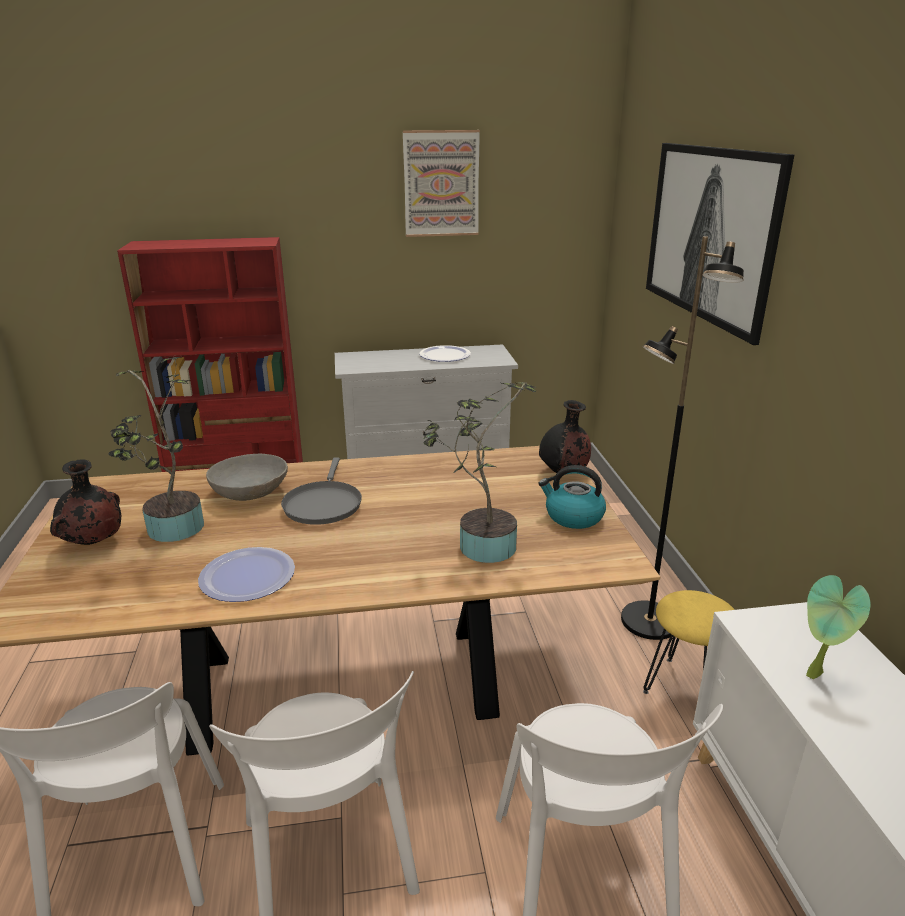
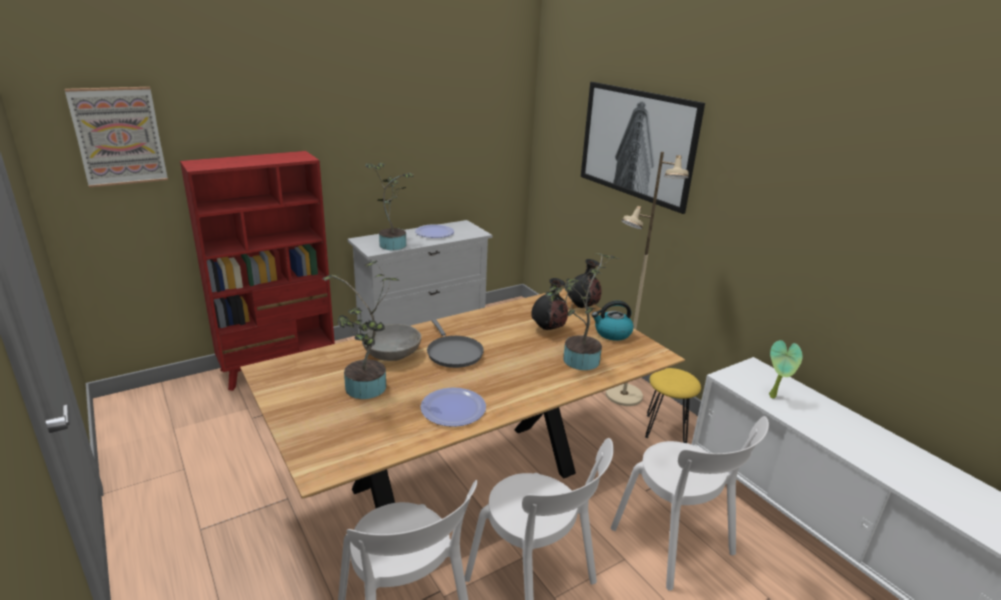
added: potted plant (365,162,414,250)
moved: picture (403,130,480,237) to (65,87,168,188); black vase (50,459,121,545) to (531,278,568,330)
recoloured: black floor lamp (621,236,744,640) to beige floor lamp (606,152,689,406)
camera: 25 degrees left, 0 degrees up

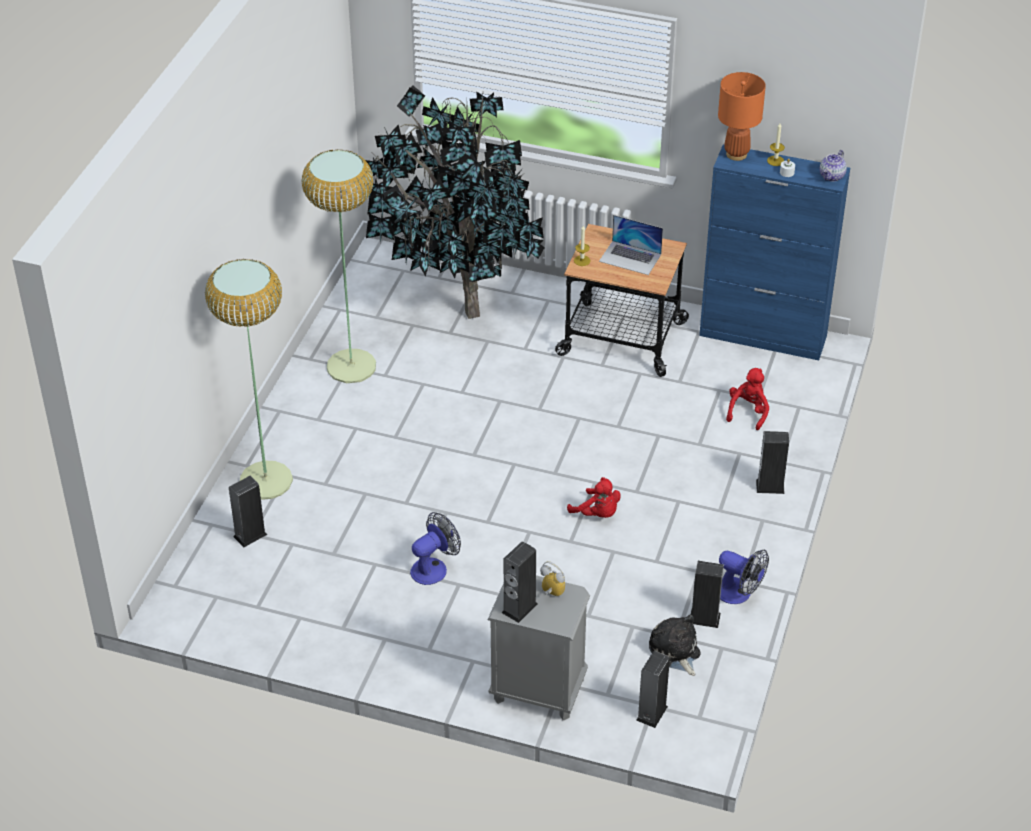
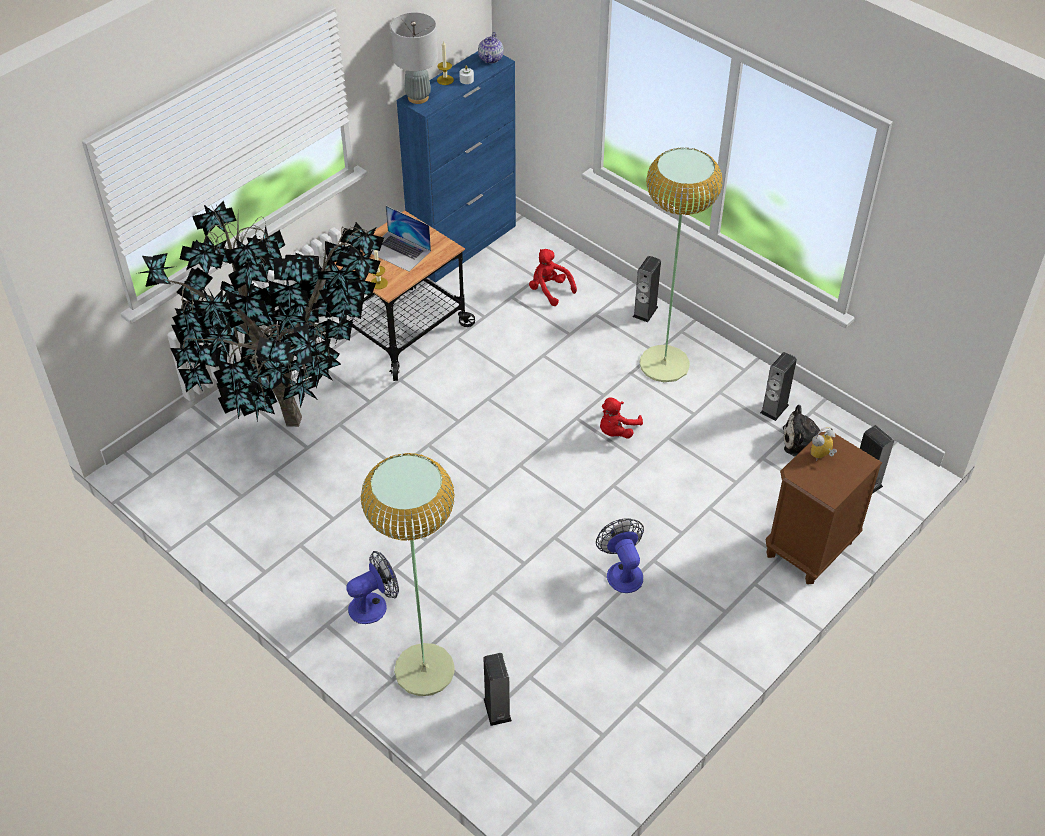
removed: speaker (502,541,538,623)
moved: floor lamp (301,149,376,383) to (639,147,723,382); fan (719,550,769,604) to (346,551,399,624)
recoloured: orange table lamp (718,72,766,161) to grey table lamp (391,13,438,104); grey nightstand (488,575,590,721) to brown nightstand (766,432,882,584)
turned: teapot (820,150,847,182) = (478,32,504,63) 45 degrees clockwise; laptop (599,215,663,275) = (371,206,431,272) 75 degrees clockwise; red plush toy (567,477,621,518) = (600,397,643,438) 150 degrees clockwise
camera: 65 degrees left, 5 degrees up

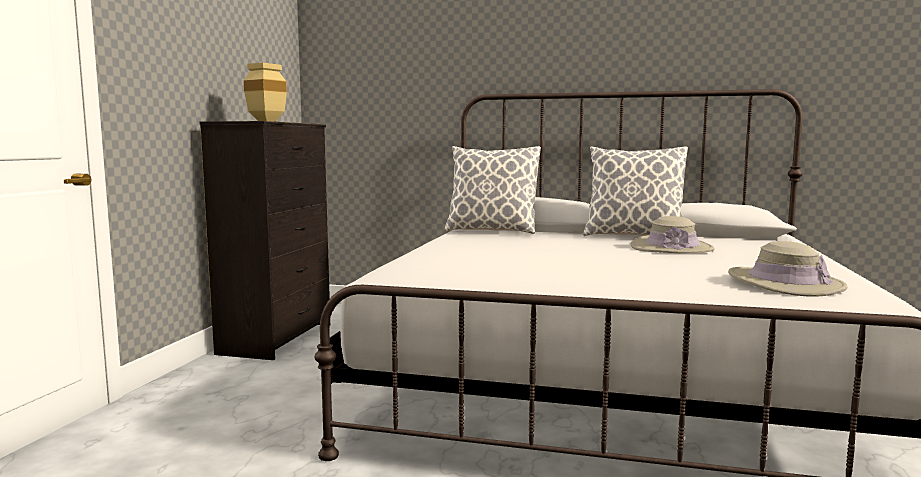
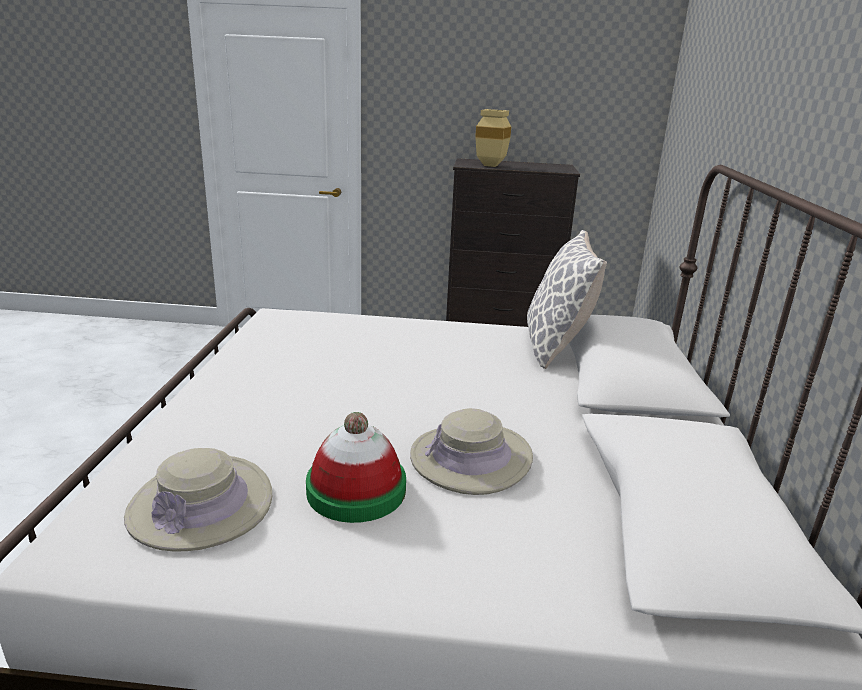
removed: pillow (583,146,688,236)
added: hat (306,412,406,523)
camera: 80 degrees right, 15 degrees up

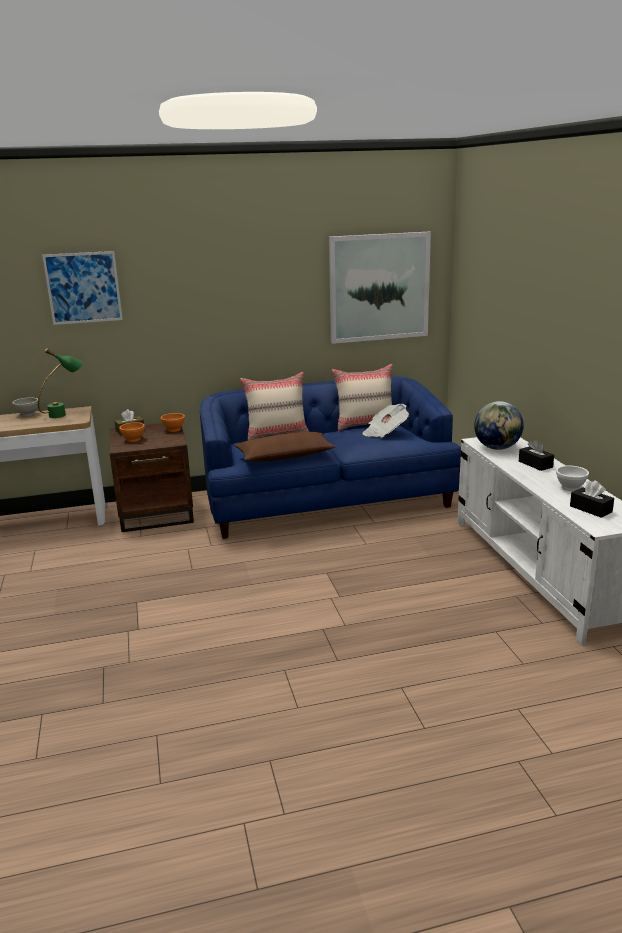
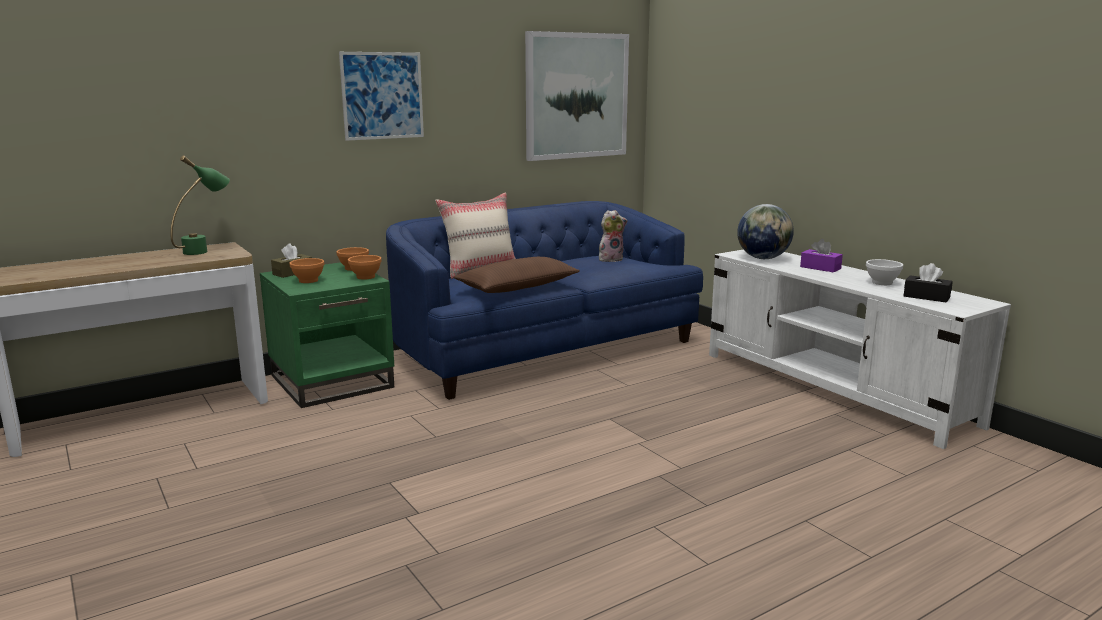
removed: beige pillow (332,364,392,431); white bowl (12,397,38,417)
added: orange bowl (348,255,382,279)
moved: picture (42,251,123,325) to (339,52,424,141)
replaced: newspaper (362,404,409,437) to plush toy (599,210,628,262)
recoloured: brown side table (110,423,194,532) to green side table (260,262,394,408); black tissue box (519,440,554,471) to purple tissue box (800,239,843,272)
camera: 20 degrees left, 5 degrees down

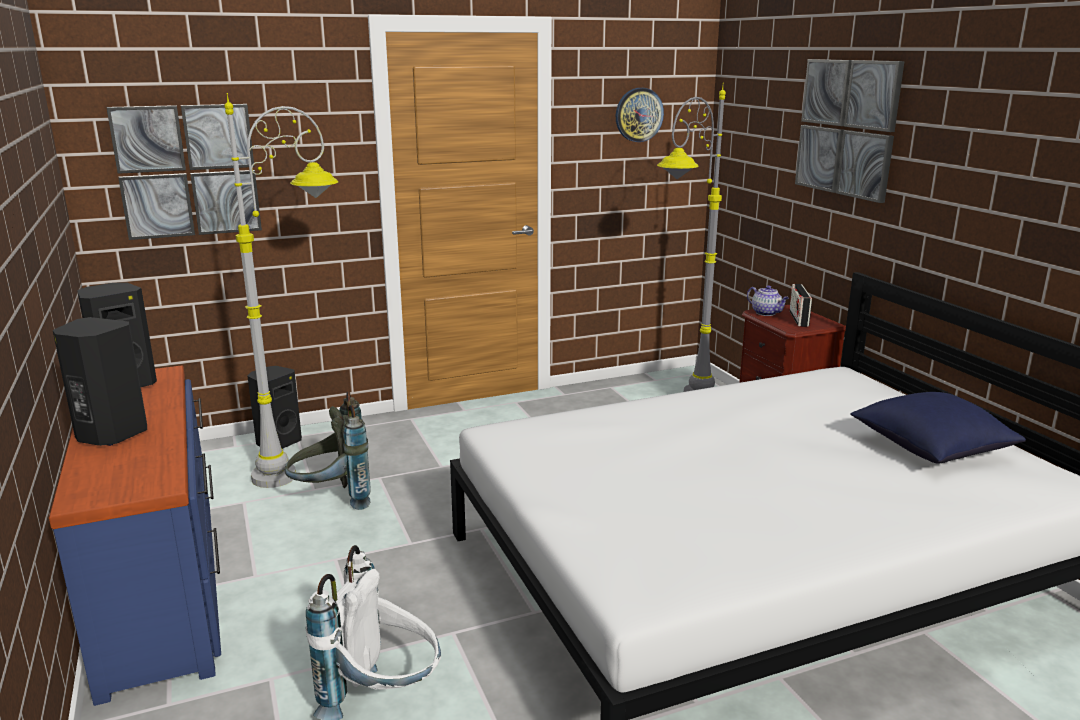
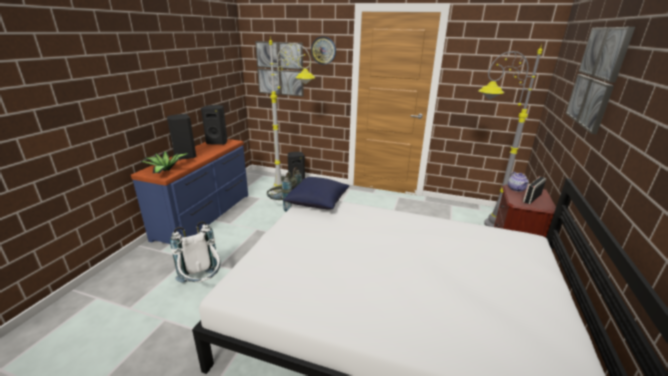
added: potted plant (141,152,189,173)
moved: wall clock (616,88,664,142) to (311,36,336,65); blue pillow (850,392,1026,464) to (283,177,349,209)
camera: 40 degrees right, 5 degrees up

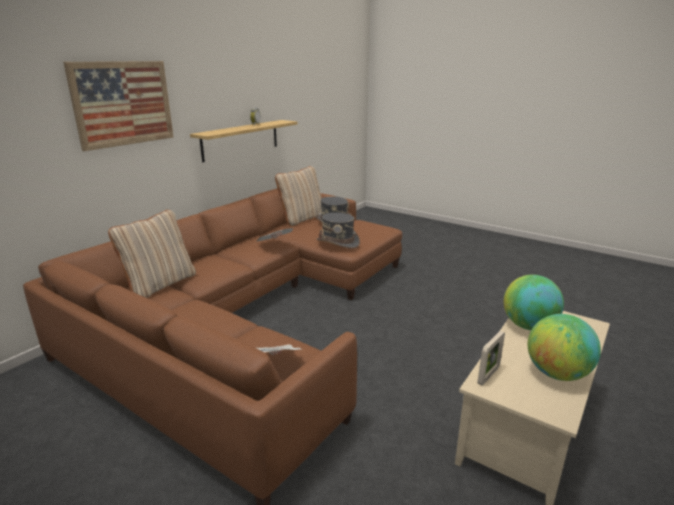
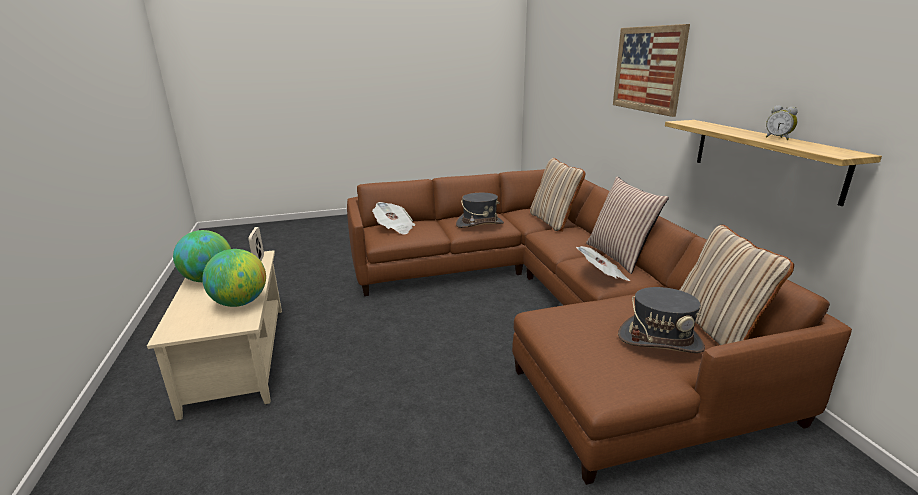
added: pillow (586,177,669,274)
moved: grey hat (316,213,360,249) to (456,193,504,228)
camera: 130 degrees right, 0 degrees up

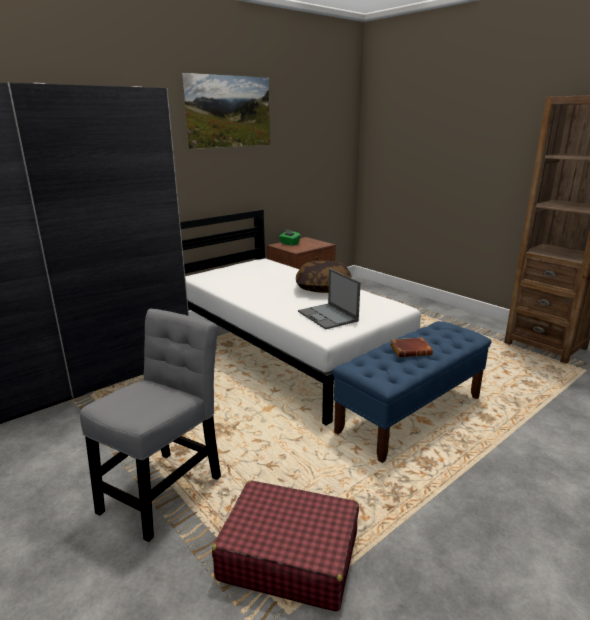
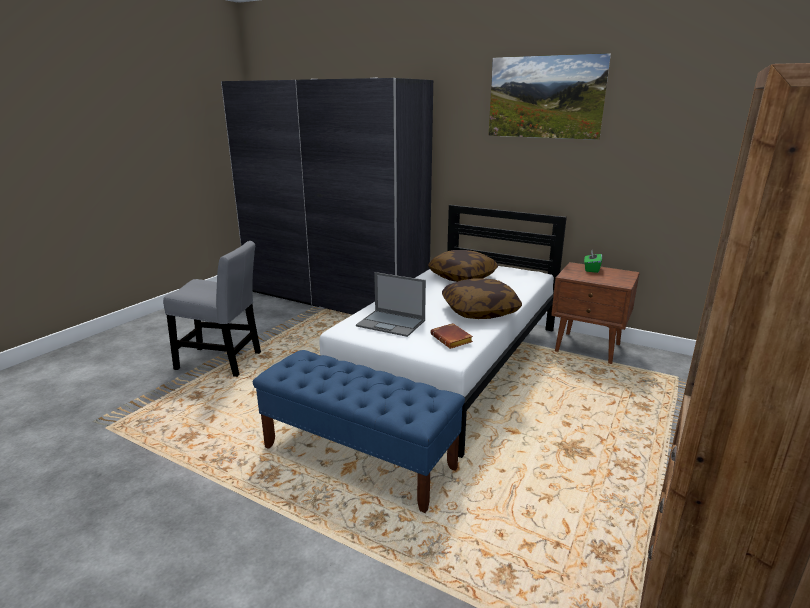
removed: red suitcase (212,480,359,612)
added: pillow (428,250,498,282)
moved: brown book (390,338,433,357) to (430,323,473,349)
turned: laptop (298,269,361,329) = (356,272,426,337) 105 degrees counterclockwise
camera: 70 degrees right, 0 degrees up

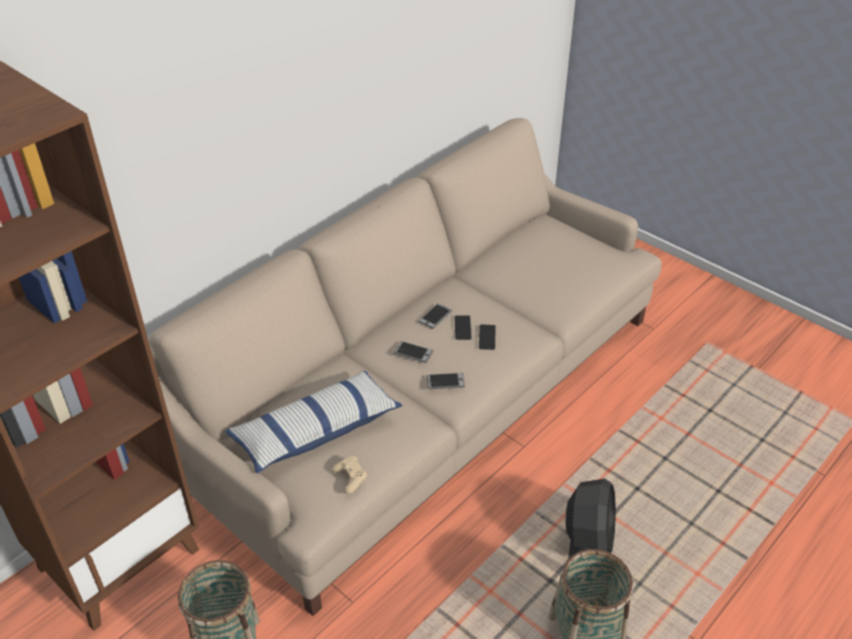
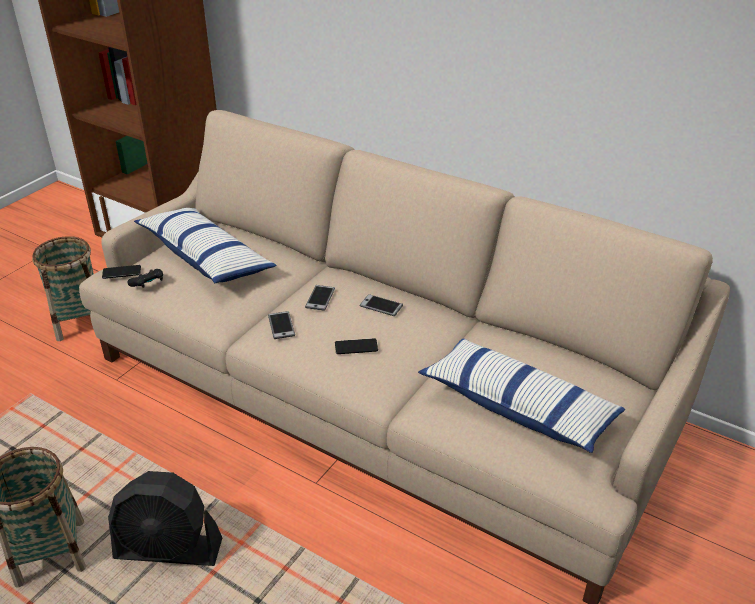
added: pillow (418,339,625,453)
moved: phone (455,315,472,340) to (102,265,141,279)
recoloured: beige game controller (332,456,367,494) to black game controller (127,269,163,288)
camera: 80 degrees right, 5 degrees down

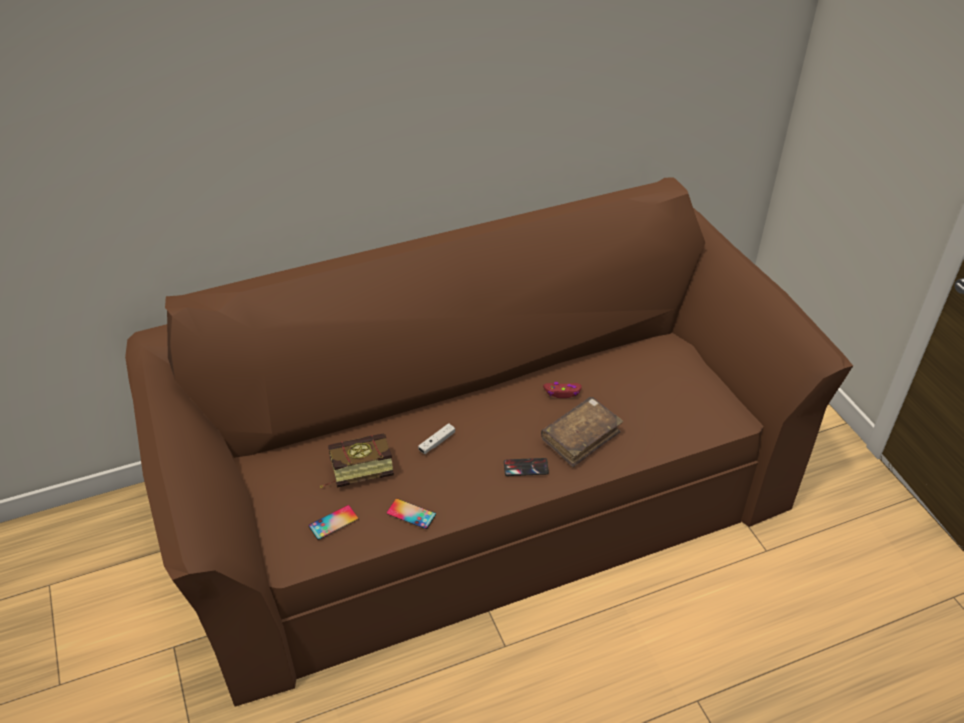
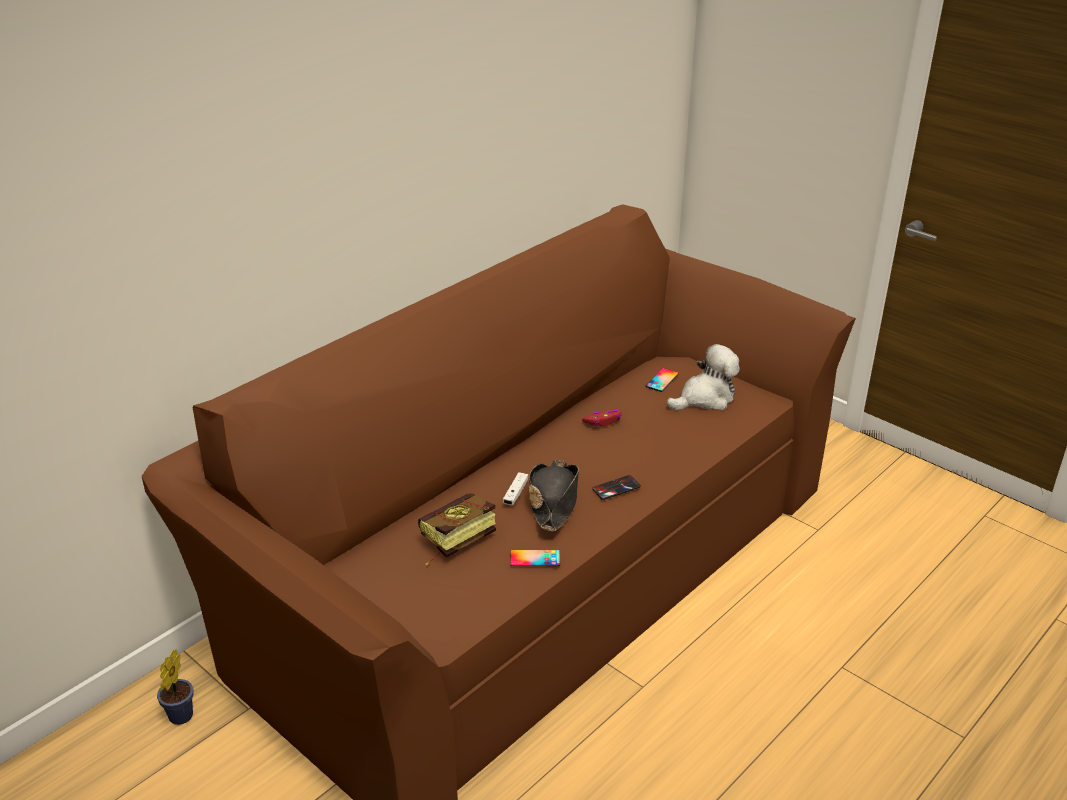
removed: brown book (541,397,623,467)
added: plush toy (667,344,740,410); black hat (529,459,579,531); potted plant (157,649,194,725)
moved: phone (309,505,358,540) to (646,368,679,392)
camera: 25 degrees left, 10 degrees down

